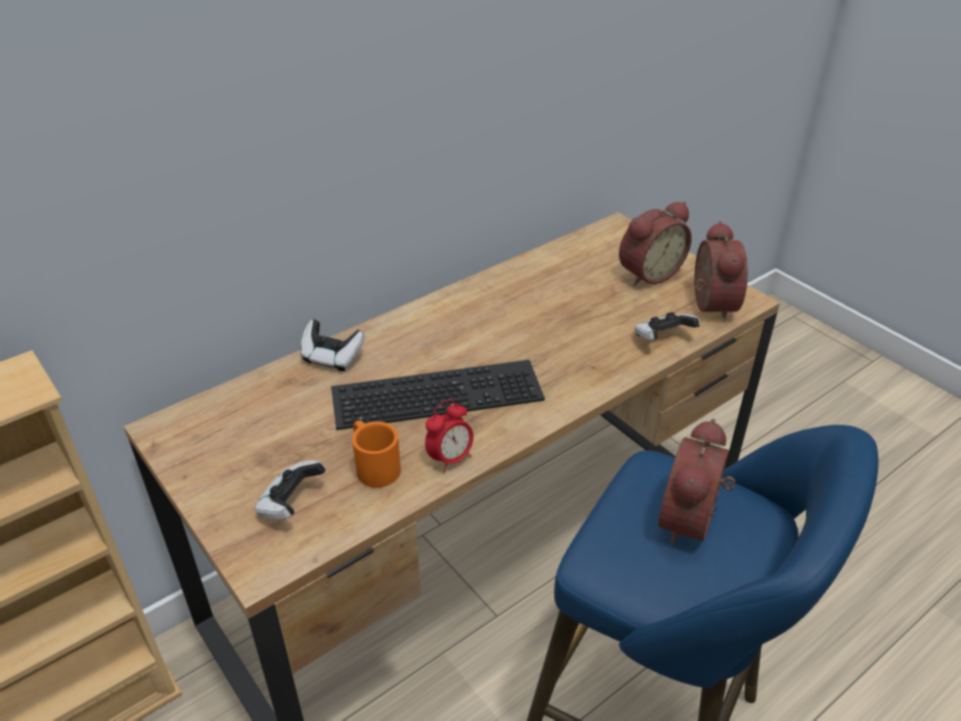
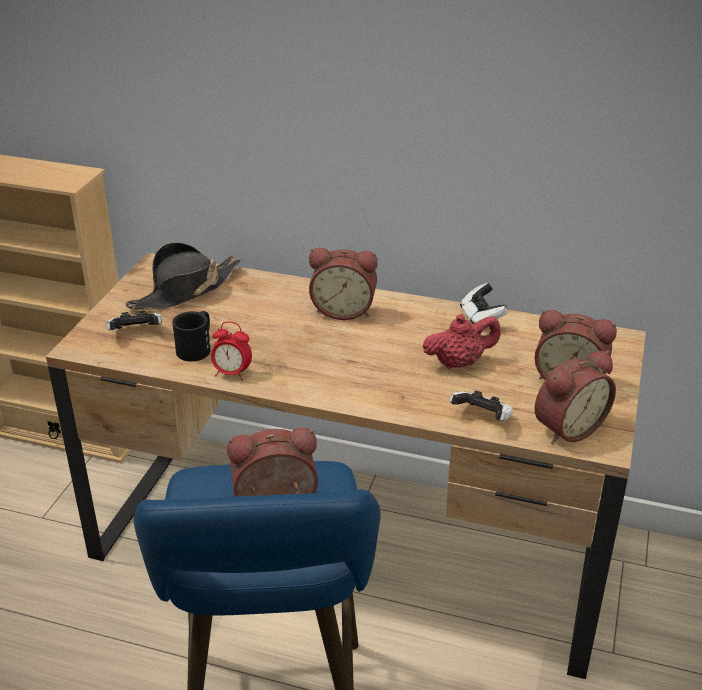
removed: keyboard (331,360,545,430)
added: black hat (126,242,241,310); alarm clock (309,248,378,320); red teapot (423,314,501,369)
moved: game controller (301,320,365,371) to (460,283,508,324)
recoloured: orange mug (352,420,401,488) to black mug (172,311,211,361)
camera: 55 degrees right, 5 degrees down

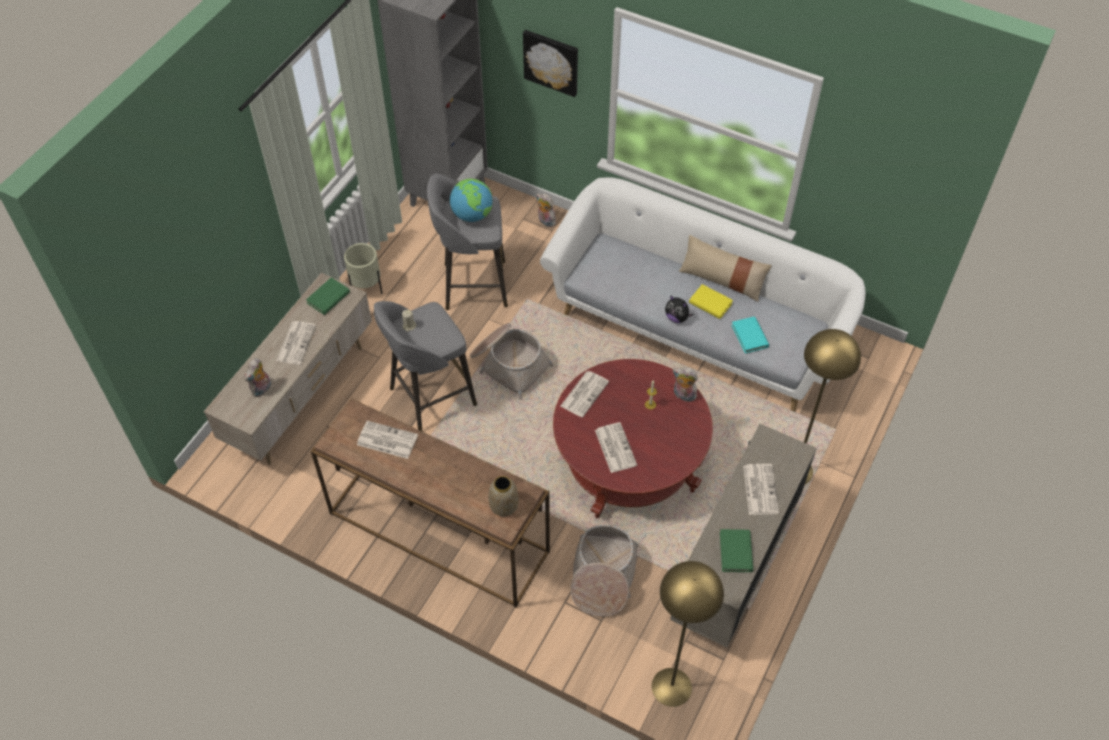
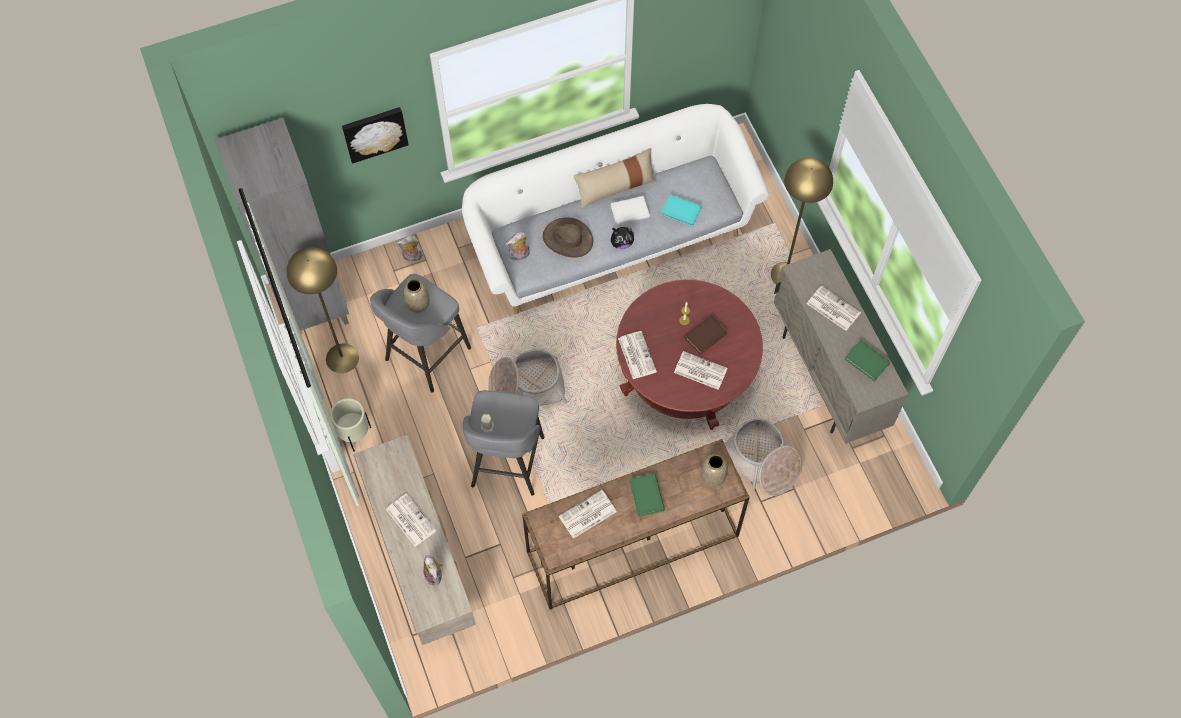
added: brown hat (543,217,593,258); brown book (684,316,727,354)
moved: green book (306,277,350,315) to (630,473,665,517); plush toy (673,367,698,402) to (505,232,529,262); yellow floor lamp (652,561,724,707) to (286,247,359,373)
replaced: globe (450,179,493,222) to vase (403,279,430,313)
recoloured: yellow book (689,284,733,319) to white book (611,196,650,225)
camera: 50 degrees left, 10 degrees up

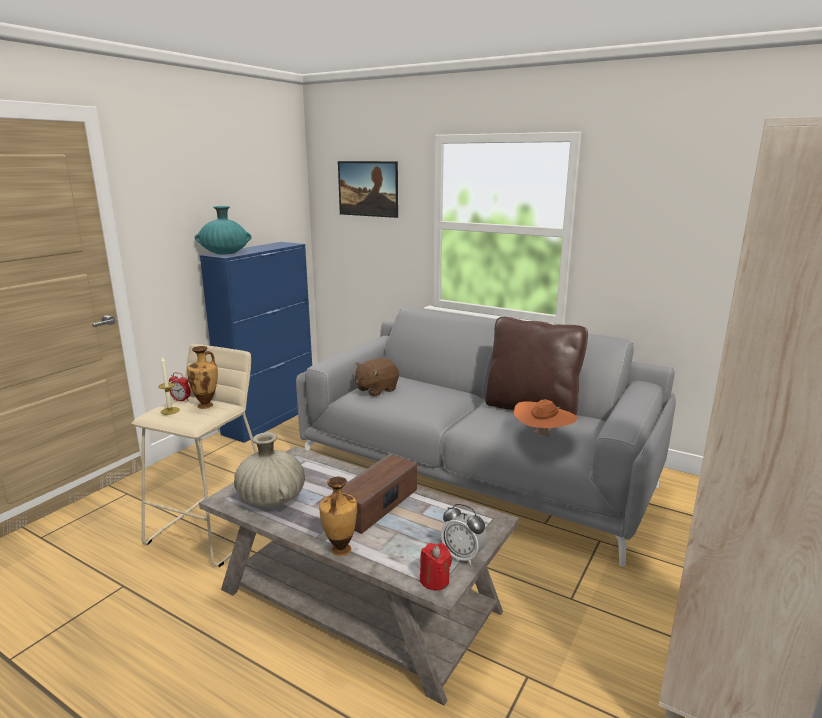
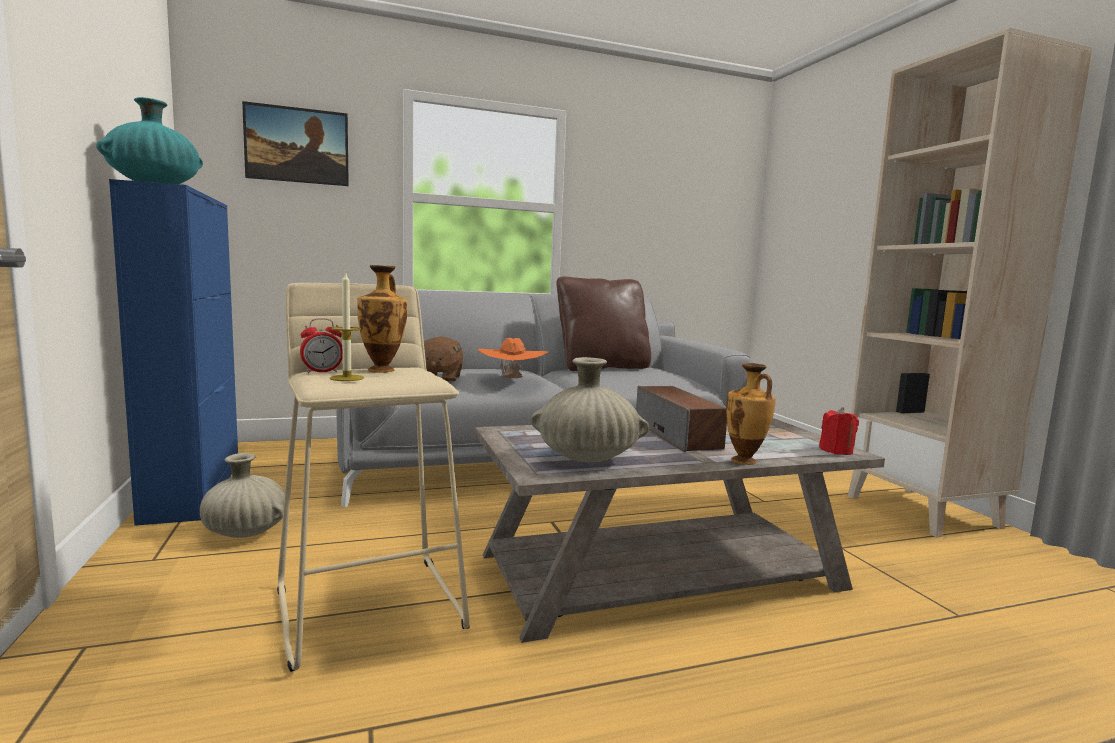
removed: alarm clock (441,504,487,565)
added: beige vase (200,453,285,538)
moved: orange hat (514,399,577,438) to (477,338,548,378)
camera: 50 degrees left, 10 degrees down

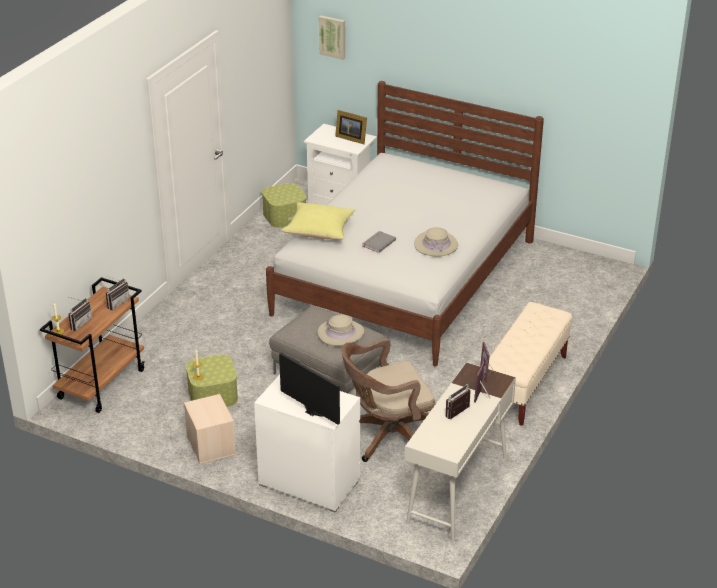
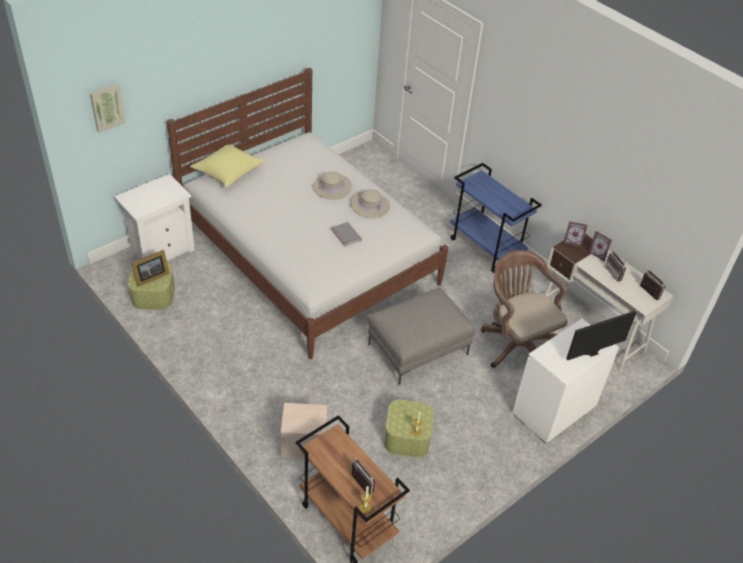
moved: picture frame (335,110,367,144) to (132,250,170,287); yellow pillow (282,202,355,240) to (190,145,265,187); radio (106,276,130,310) to (640,269,665,300); beige hat (318,315,364,346) to (313,171,352,200); beige storage box (184,394,236,464) to (281,403,327,458)
replaced: beige bench (488,302,572,426) to blue cart (450,163,542,273)
turned: brown office chair (341,338,435,462) = (481,250,568,368) 150 degrees clockwise
camera: 70 degrees left, 10 degrees up

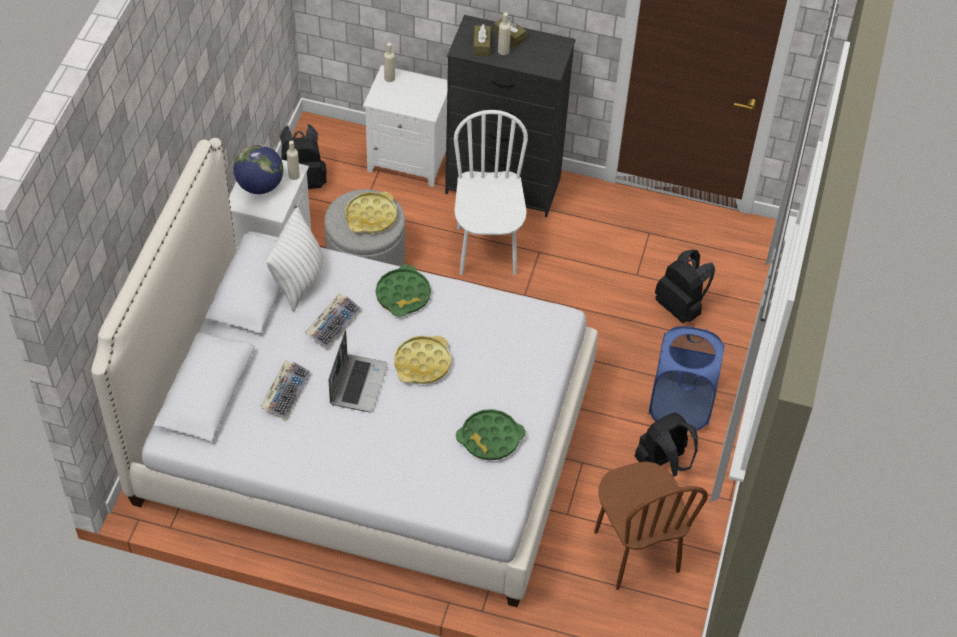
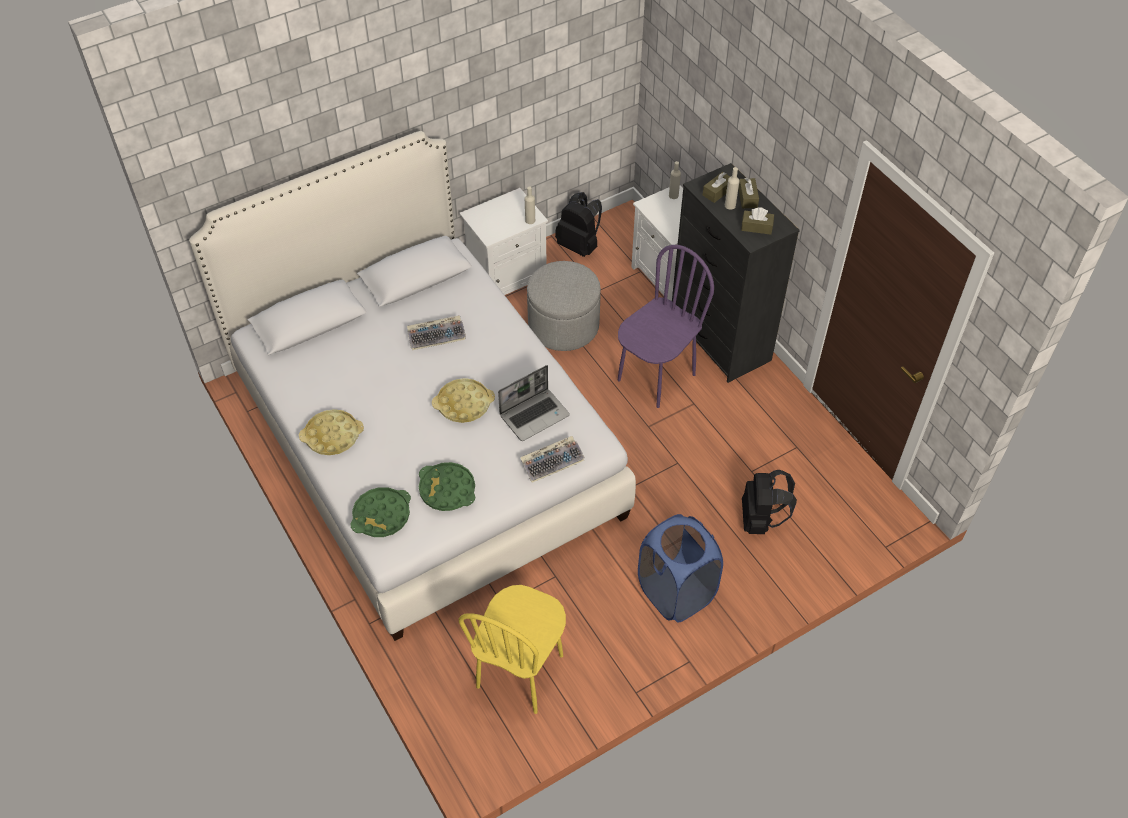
removed: globe (234,144,283,194); white pillow (266,207,324,311); black backpack (634,413,698,477)
added: brown tissue box (741,207,774,235)
moved: yellow tray (345,192,397,234) to (299,409,364,455); green tray (376,265,431,317) to (351,487,411,537); laptop (328,330,388,412) to (498,365,570,441); keyboard (260,360,311,421) to (520,436,585,483)
recoloured: white chair (454,110,528,275) to purple chair (618,245,714,408); brown chair (594,461,708,590) to yellow chair (459,585,566,714)
camera: 45 degrees right, 0 degrees up

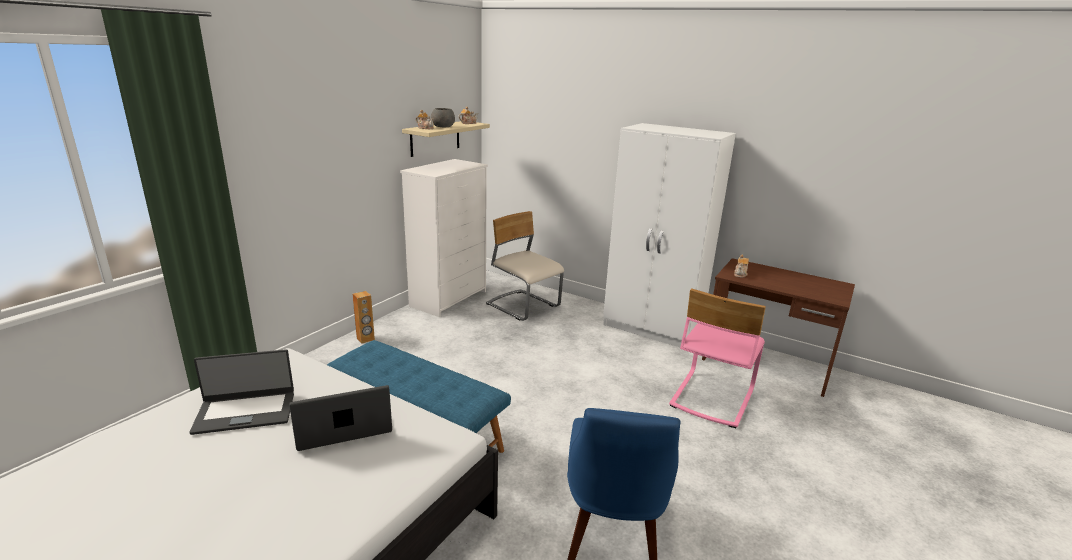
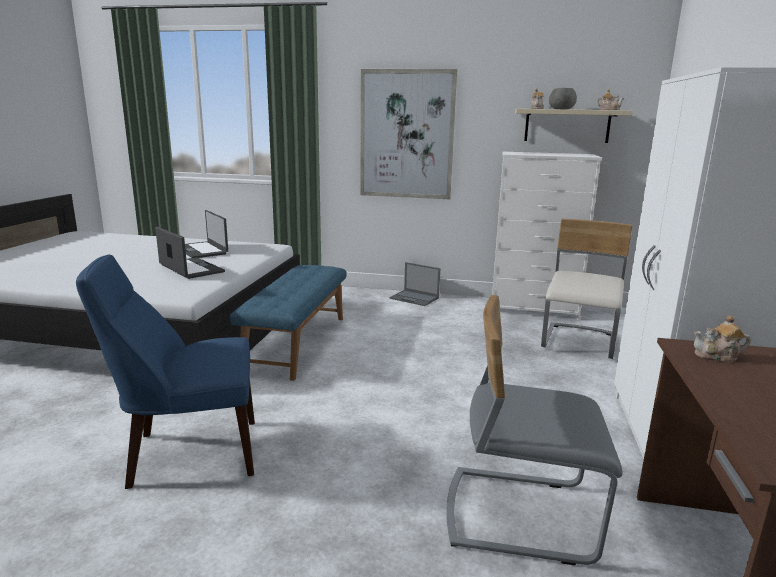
added: picture (360,69,457,199)
replaced: brown speaker (353,291,375,344) to laptop (390,262,440,306)
recoloured: pink chair (669,288,766,428) to grey chair (446,295,623,565)
camera: 70 degrees right, 5 degrees down

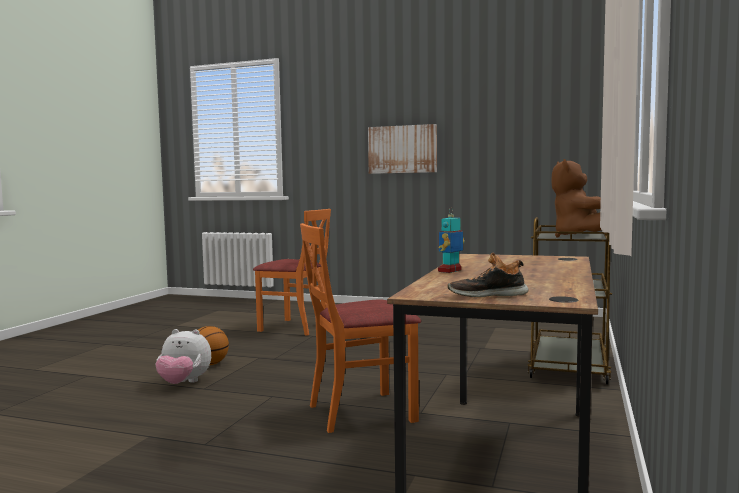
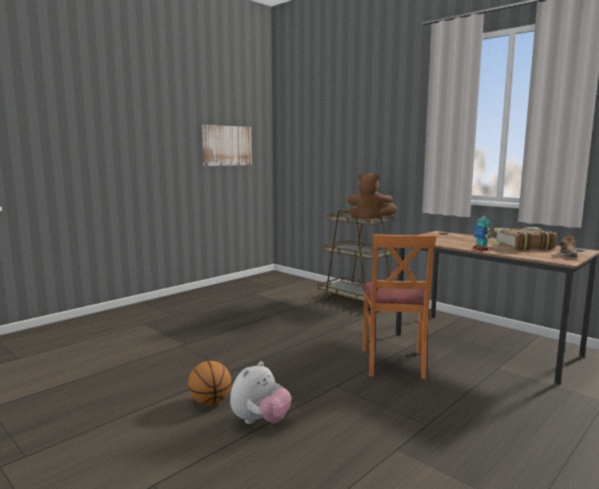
removed: orange chair (253,209,331,336)
added: book (493,227,557,251)
moved: picture (368,124,437,174) to (202,125,252,166)
camera: 65 degrees left, 5 degrees up

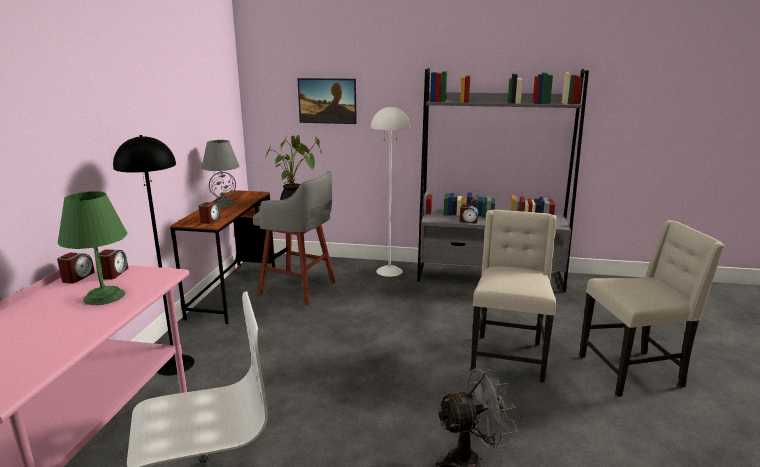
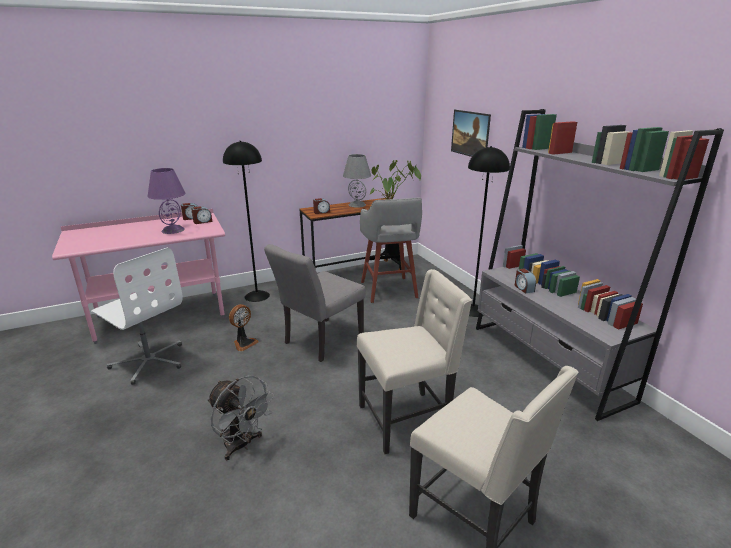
added: grey chair (264,244,366,362); fan (229,304,259,351)
recoloured: white floor lamp (371,106,410,277) to black floor lamp (468,146,510,317); green table lamp (58,191,127,305) to purple table lamp (147,168,186,234)
camera: 55 degrees right, 5 degrees up

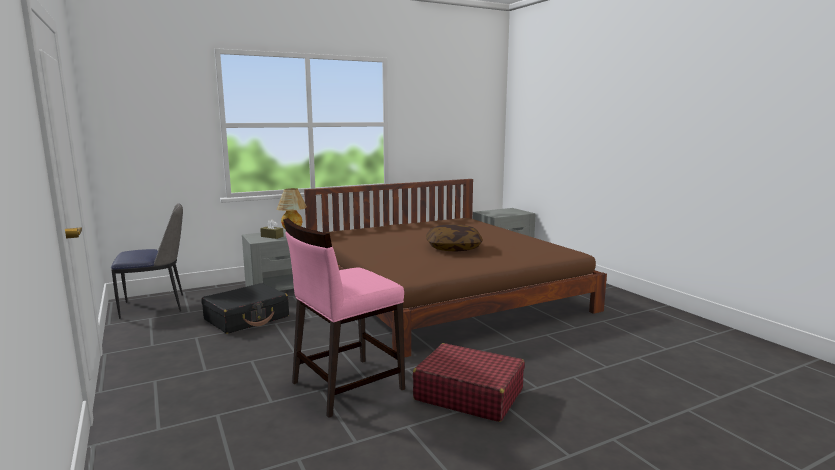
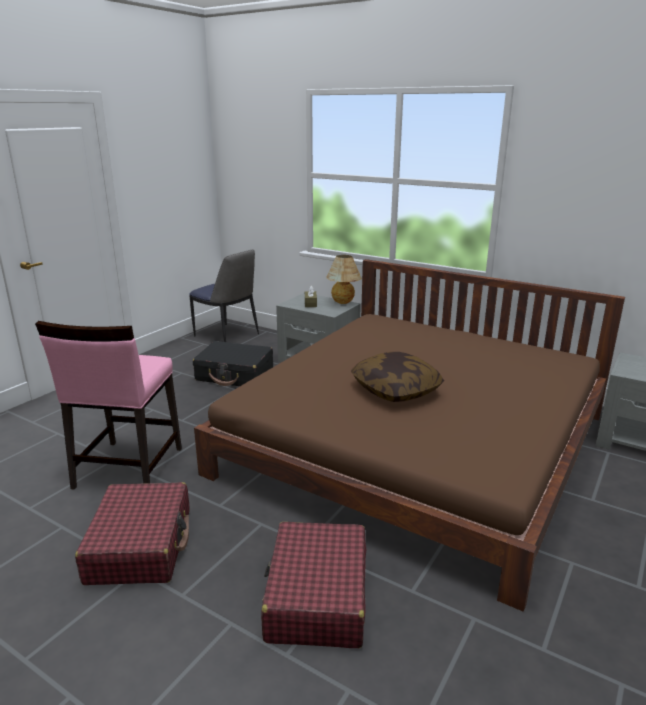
added: red suitcase (261,522,366,648)
turned: pink chair (283,218,405,418) = (35,321,182,490) 105 degrees counterclockwise
camera: 60 degrees right, 10 degrees up

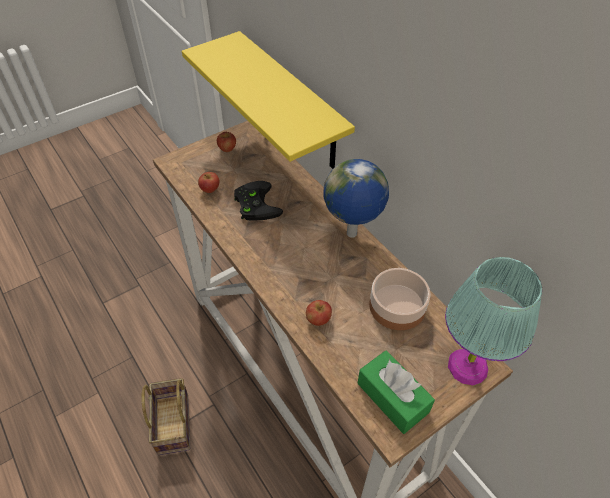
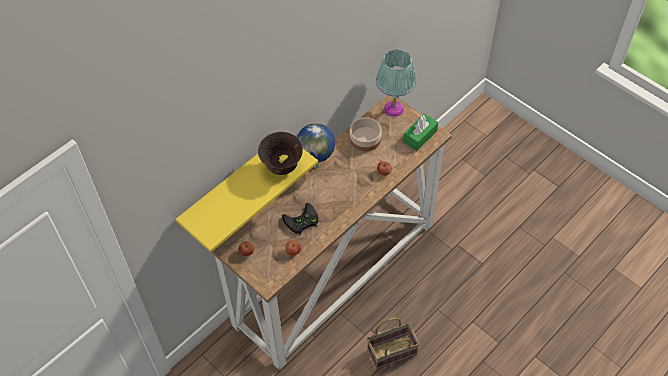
added: brown bowl (258,132,303,175)
camera: 100 degrees left, 5 degrees up

